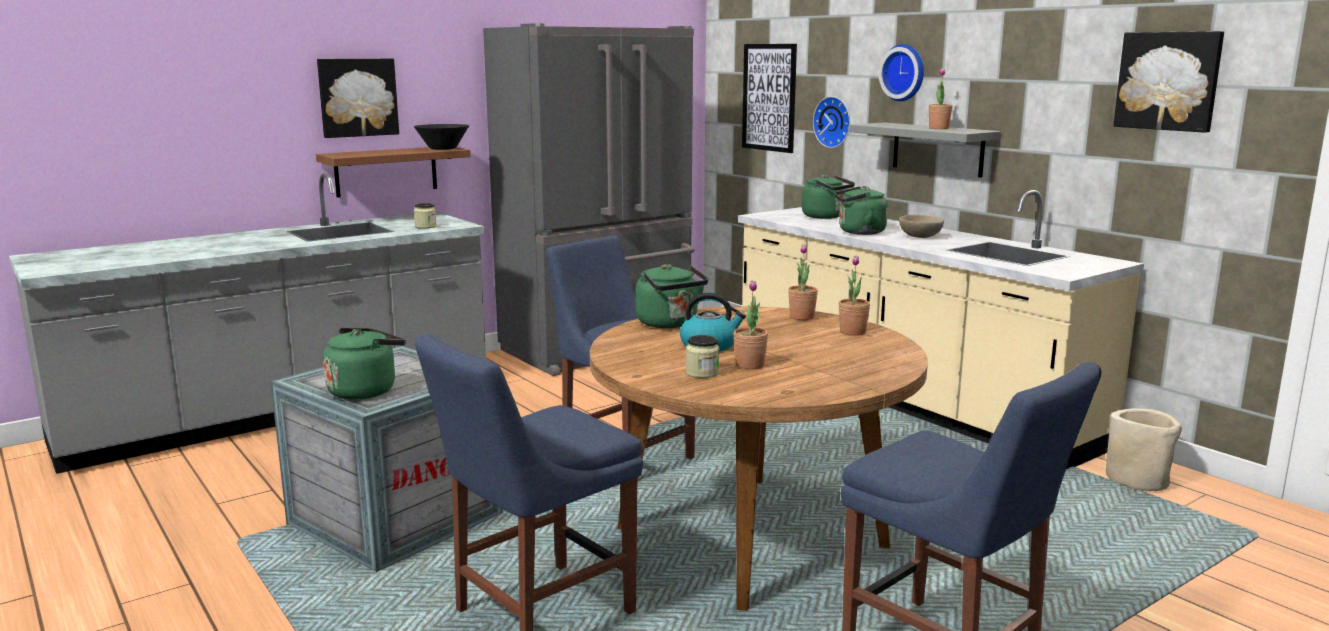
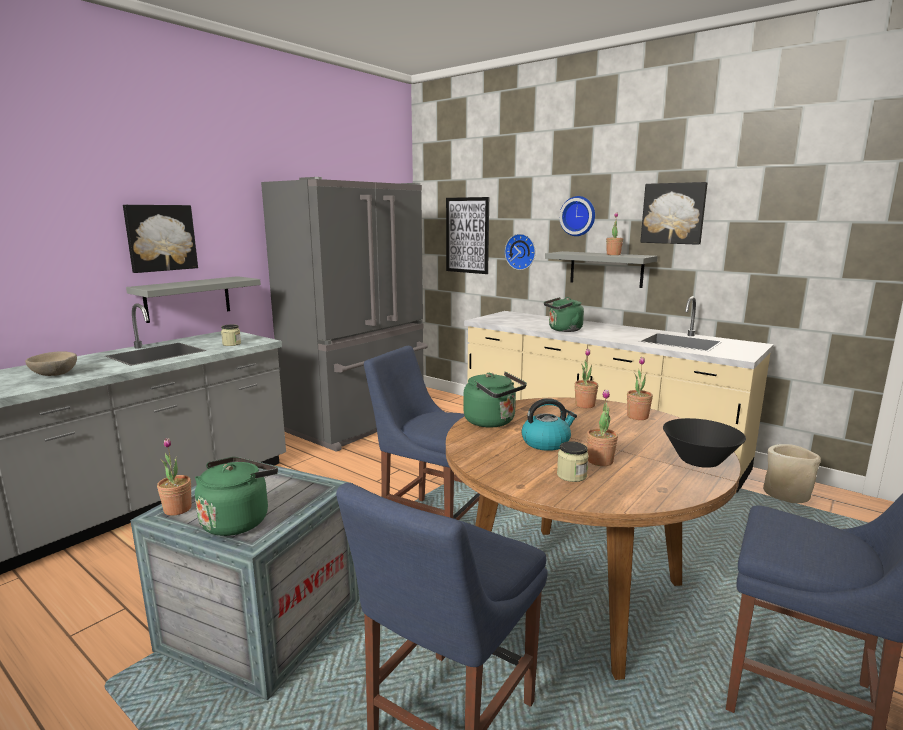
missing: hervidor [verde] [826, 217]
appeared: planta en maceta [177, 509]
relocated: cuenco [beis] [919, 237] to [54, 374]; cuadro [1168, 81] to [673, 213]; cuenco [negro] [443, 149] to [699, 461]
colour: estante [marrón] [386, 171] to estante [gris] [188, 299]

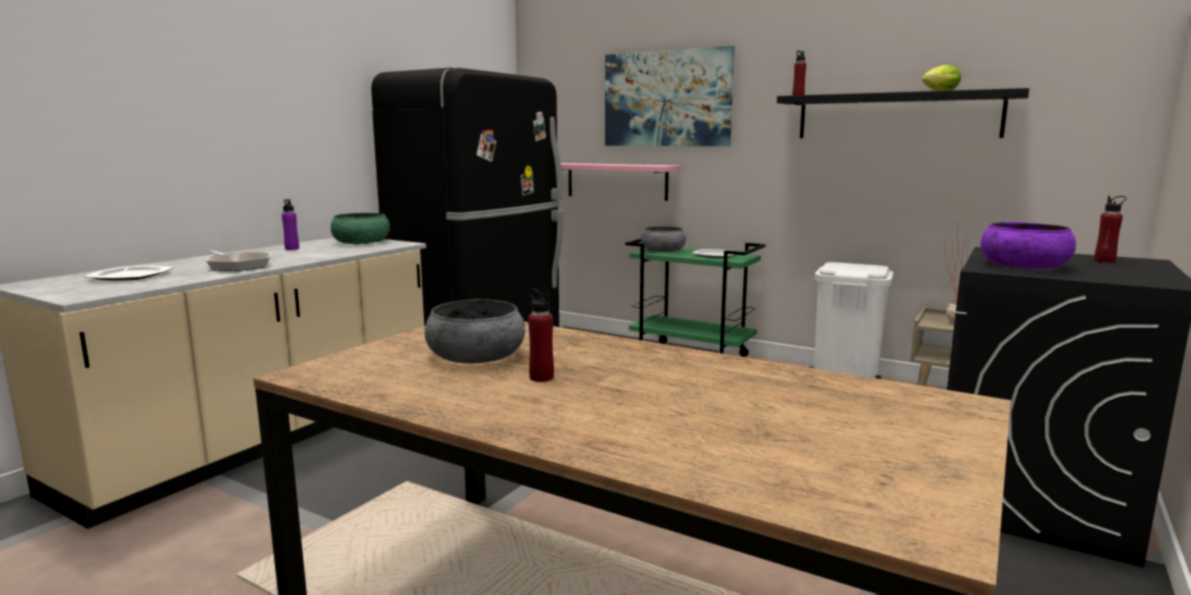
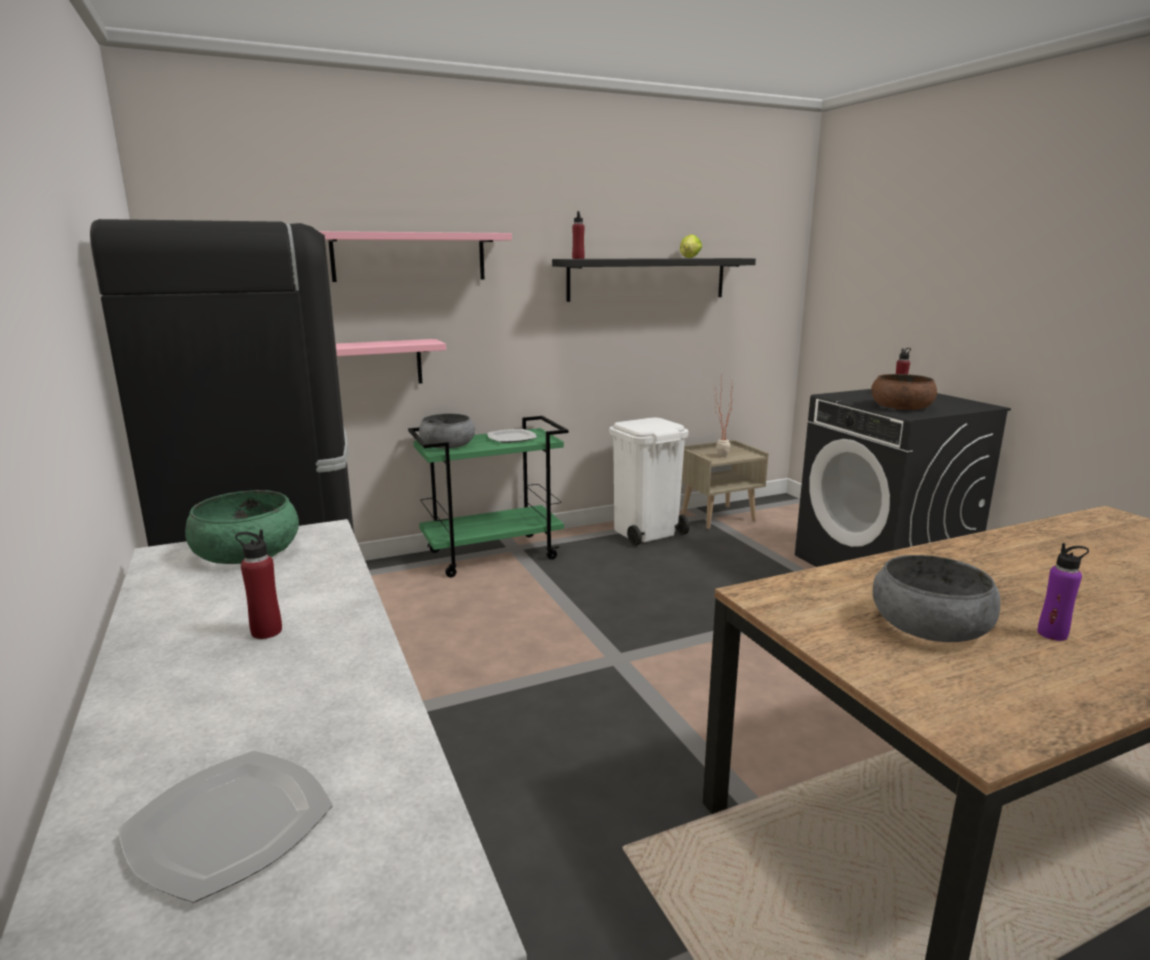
missing: sartén [238, 266]
relocated: botella [rojo] [541, 377] to [266, 631]; botella [morado] [292, 249] to [1052, 634]
exchanged: cuadro [667, 99] to estante [rosa] [409, 257]
colour: cuenco [morado] [1023, 265] to cuenco [marrón] [901, 406]

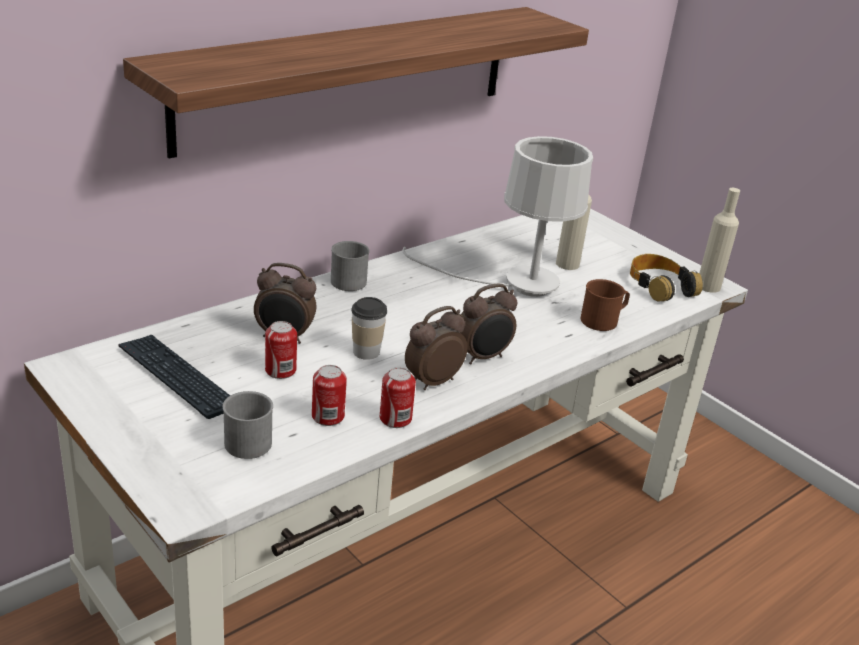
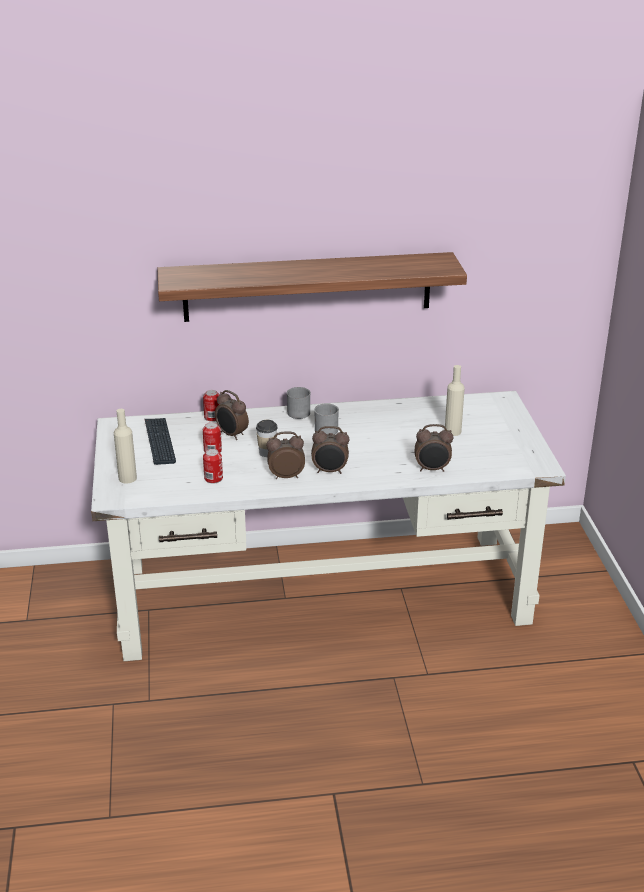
missing: lámpara de mesa [blanco] [514, 285]; auriculares [660, 286]
relocated: botella [beis] [708, 286] to [127, 478]; lata [395, 418] to [212, 417]; taza grande [gris] [245, 439] to [326, 428]
exchanged: taza grande [marrón] [603, 320] to despertador [432, 469]

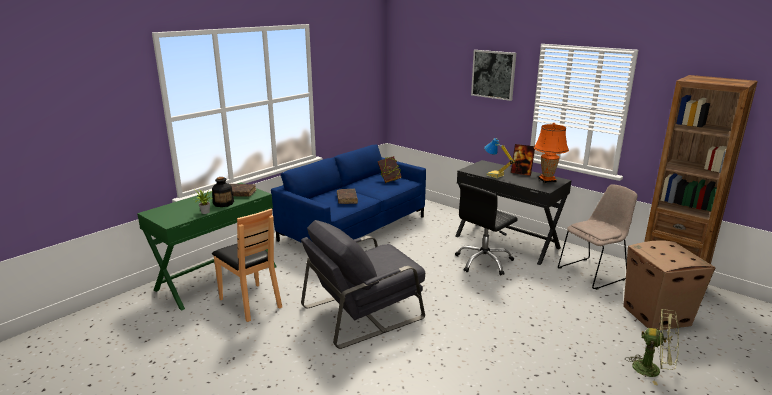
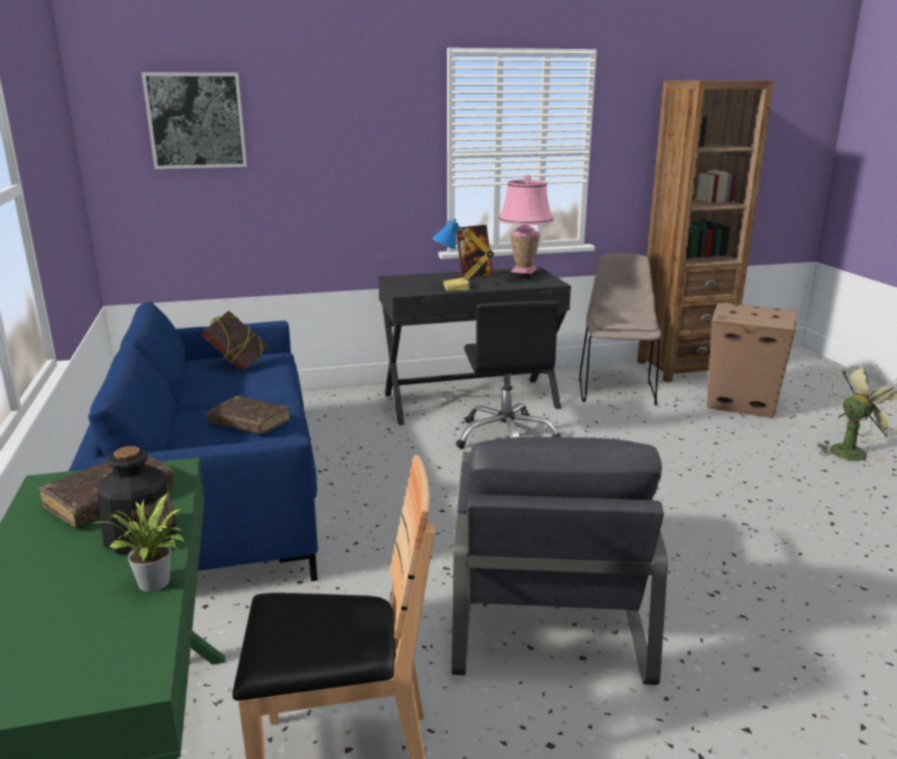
relocated: cuadro [493, 74] to [196, 120]
colour: lámpara de mesa [naranja] [547, 180] to lámpara de mesa [rosa] [524, 274]

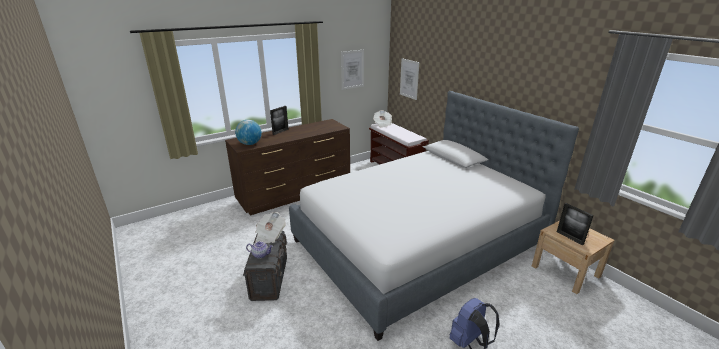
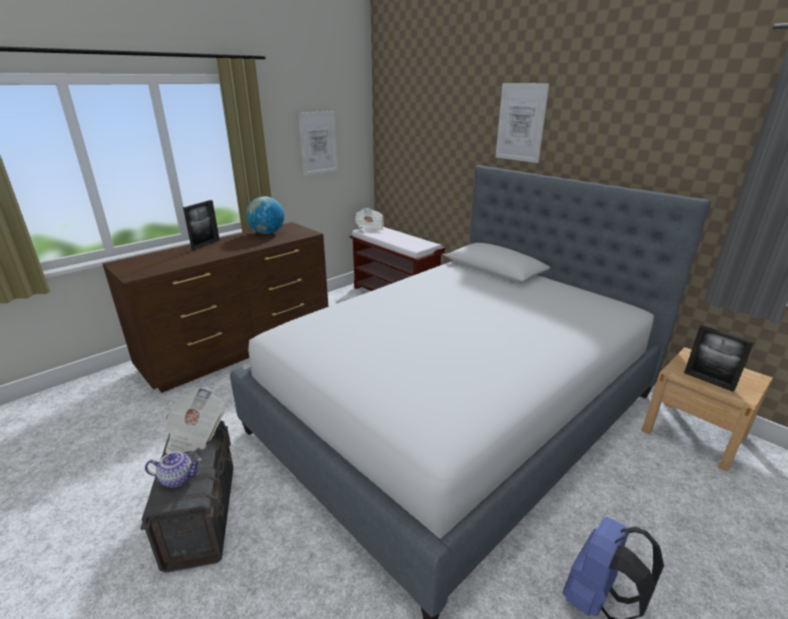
relocated: globo terráqueo [250, 144] to [267, 233]; cuadro [409, 79] to [521, 122]

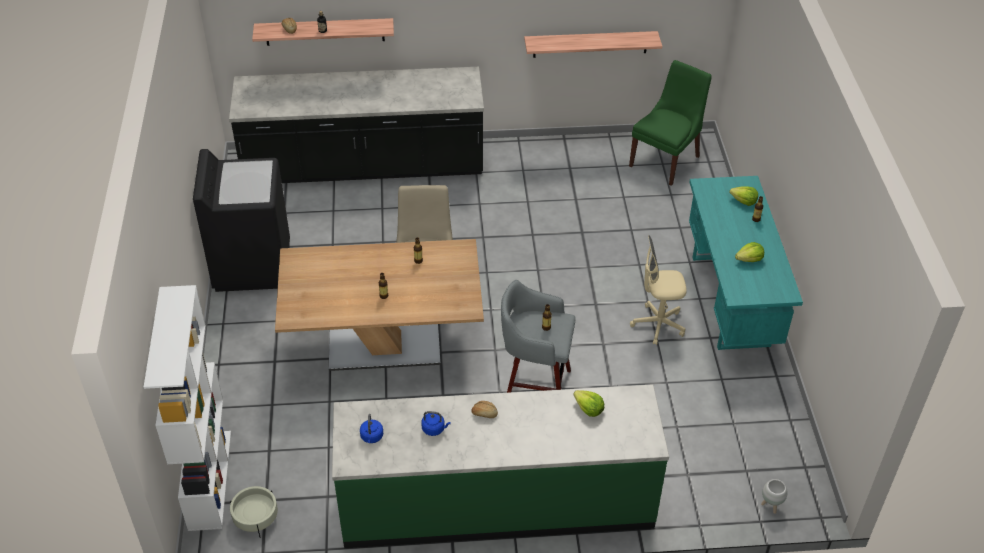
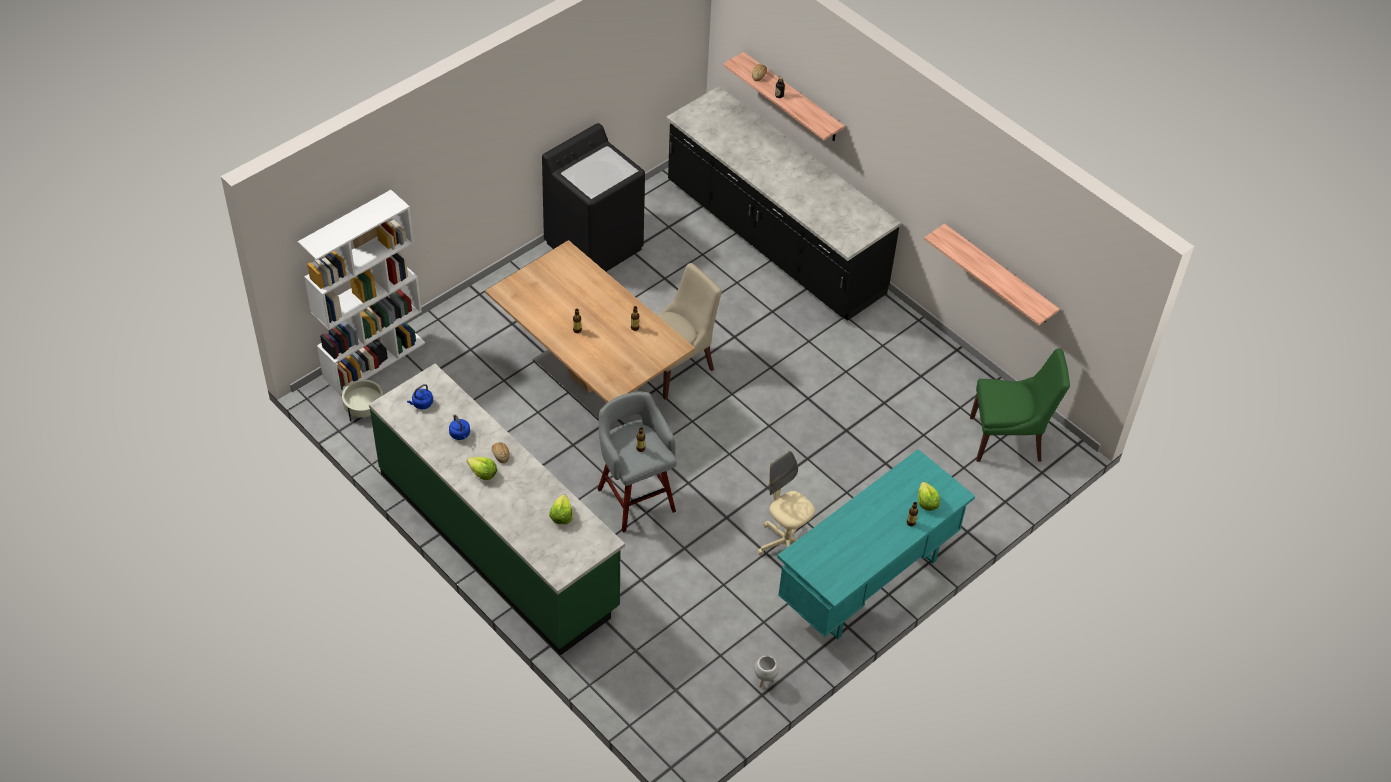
relocated: lechuga [749, 259] to [483, 473]; maceta [blanco] [770, 506] to [764, 680]

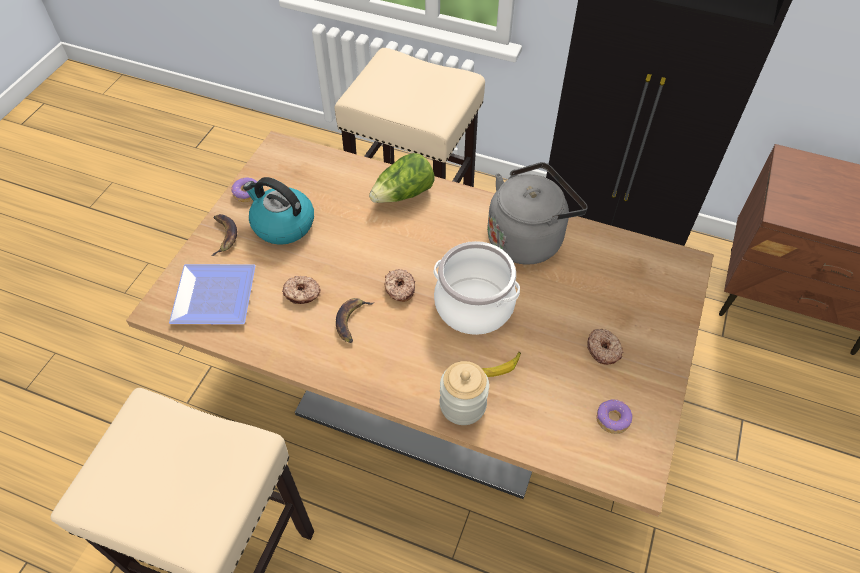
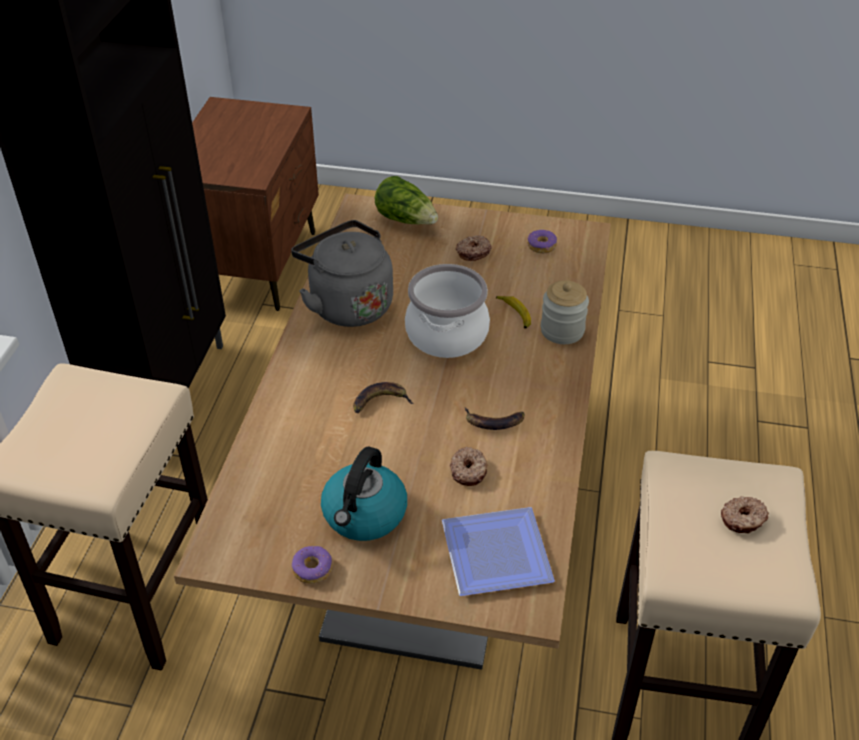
relocated: plátano [224, 235] to [380, 402]; lechuga [403, 194] to [406, 220]; rosquilla [399, 289] to [743, 520]

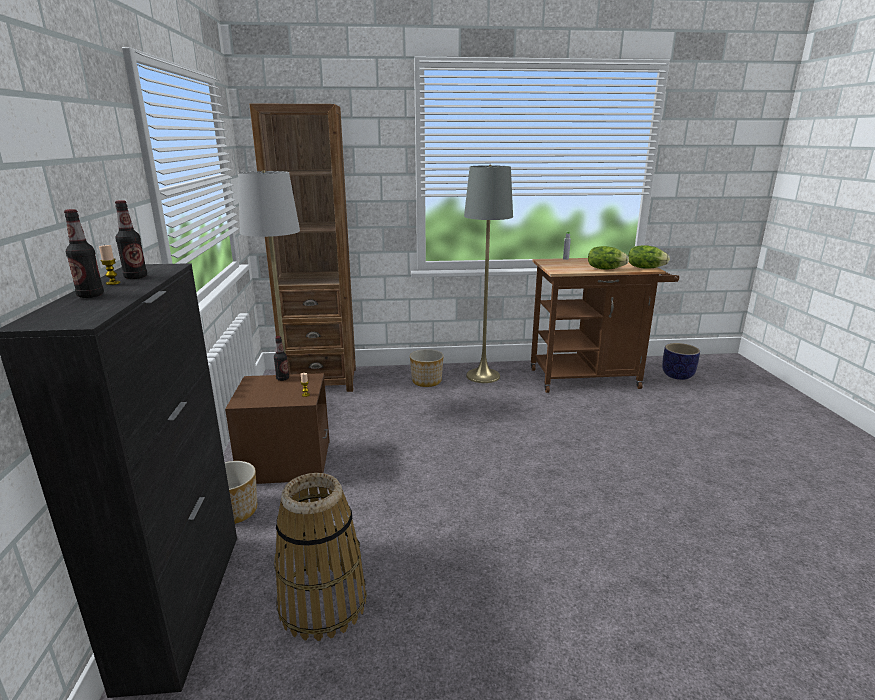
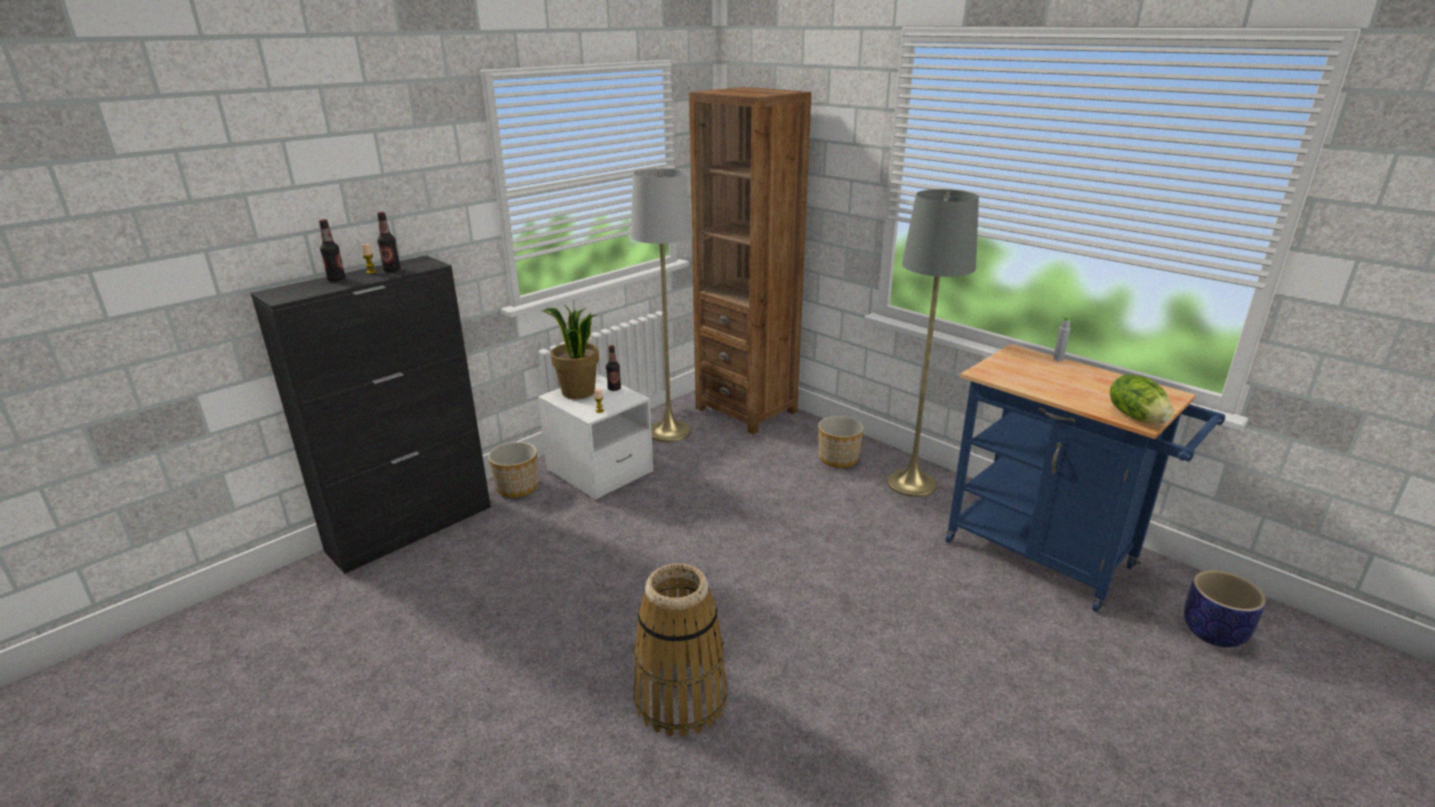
missing: lechuga [605, 269]
appeared: planta en maceta [578, 392]
relocated: cesta [323, 603] to [681, 698]
colour: mesita de noche [marrón] [286, 463] to mesita de noche [blanco] [599, 471]; carrito [marrón] [591, 378] to carrito [azul] [1050, 558]

